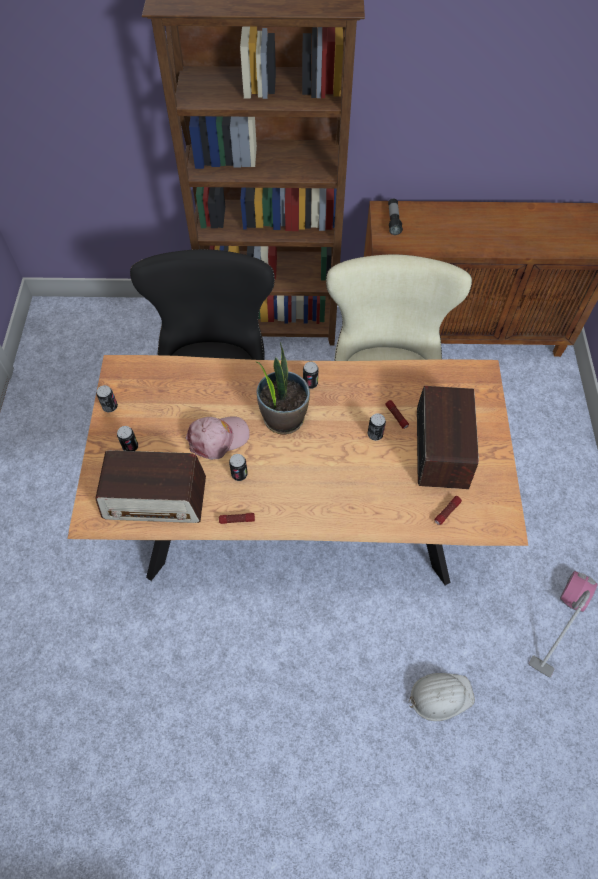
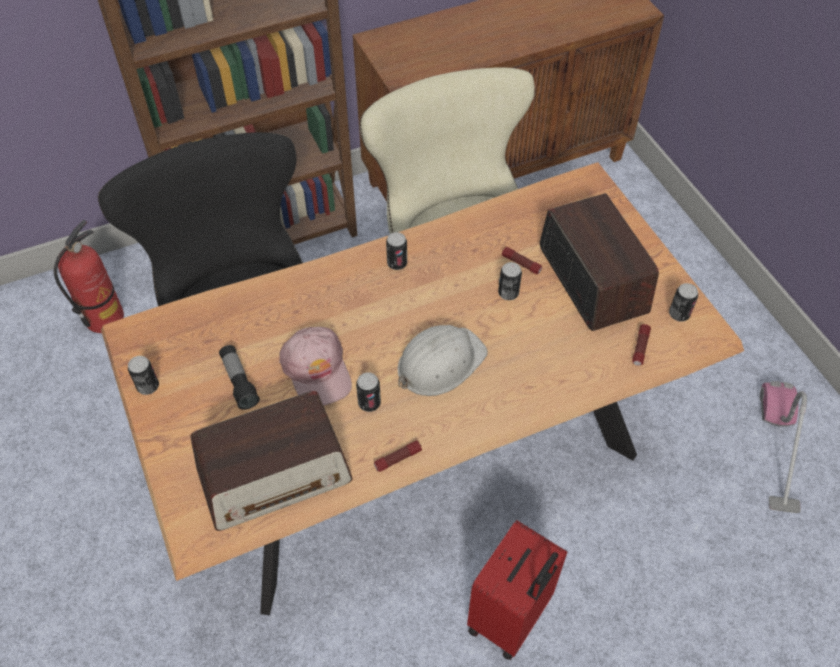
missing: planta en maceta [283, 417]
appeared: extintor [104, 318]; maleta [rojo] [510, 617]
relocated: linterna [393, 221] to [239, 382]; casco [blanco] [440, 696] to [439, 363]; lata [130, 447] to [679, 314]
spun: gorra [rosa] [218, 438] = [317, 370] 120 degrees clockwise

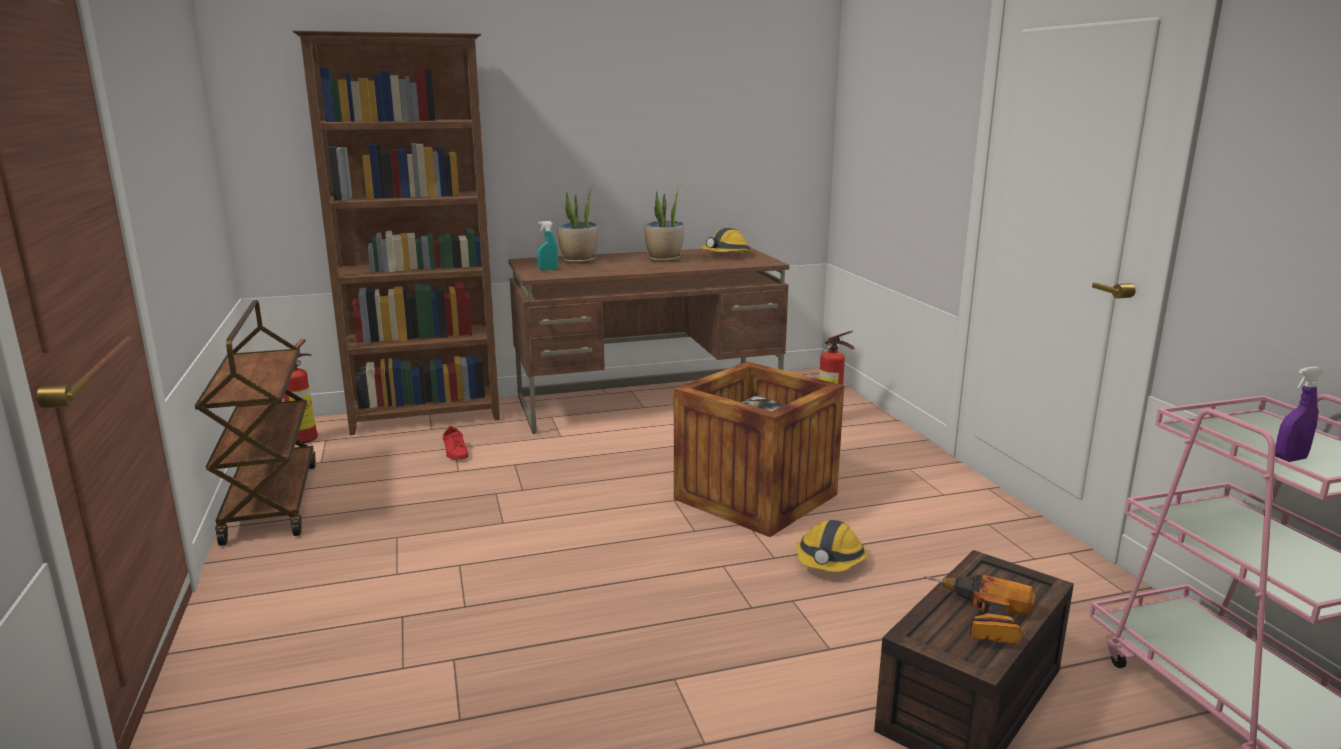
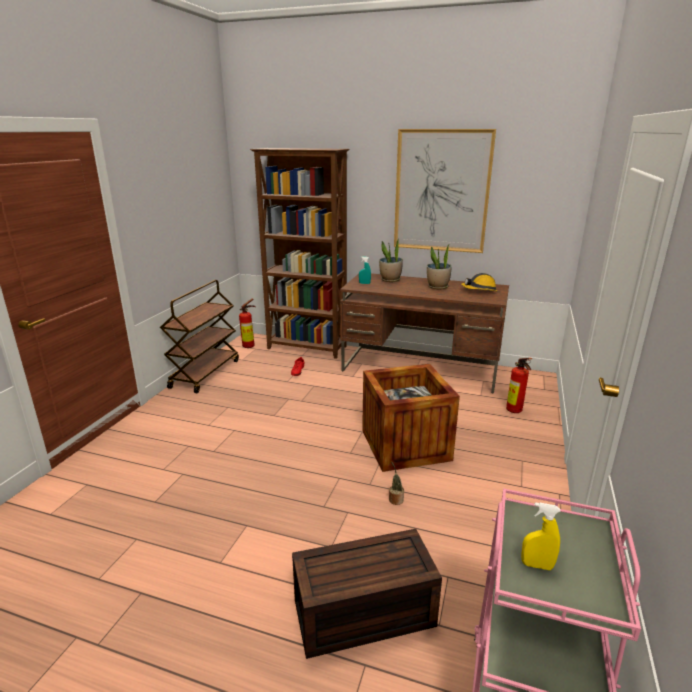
missing: taladro [980, 619]
appeared: cuadro [441, 191]
exchanged: casco [830, 561] to planta en maceta [395, 499]
colour: pulverizador [morado] [1290, 459] to pulverizador [amarillo] [537, 565]

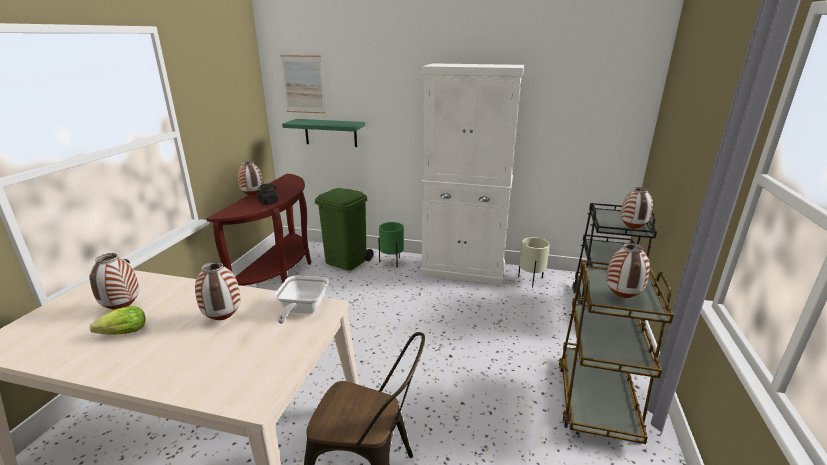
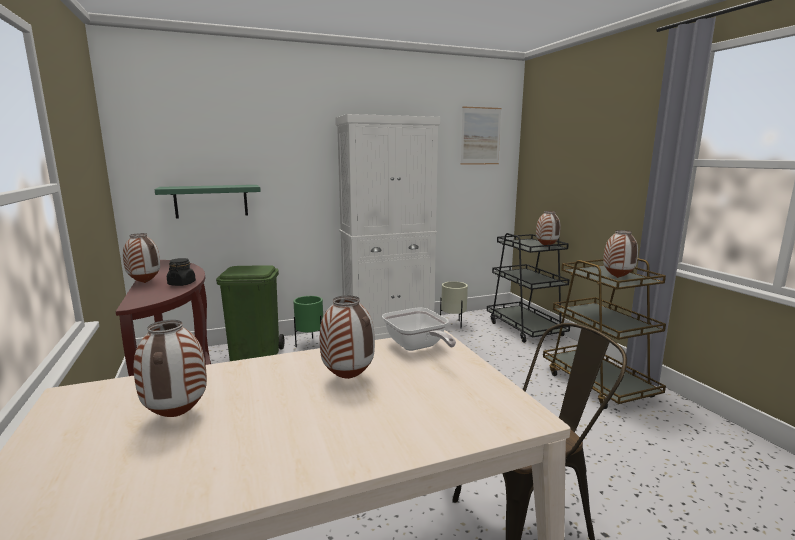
missing: lechuga [121, 334]
relocated: cuadro [303, 84] to [480, 136]

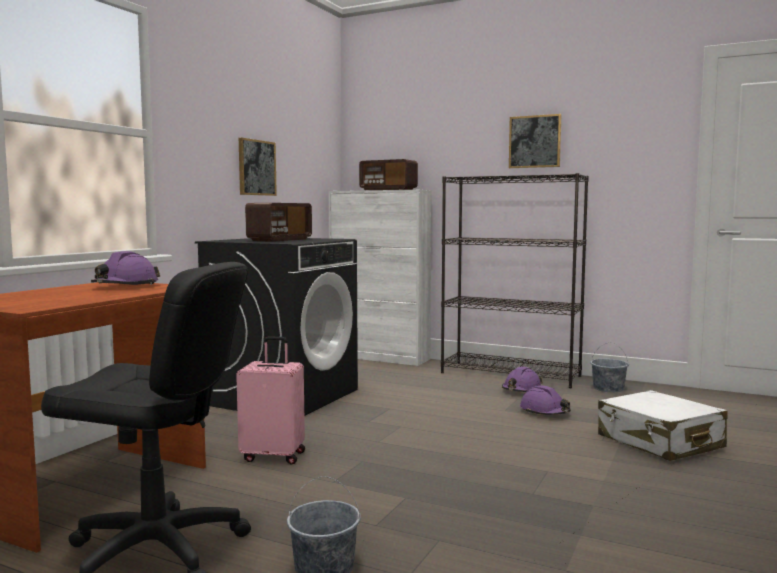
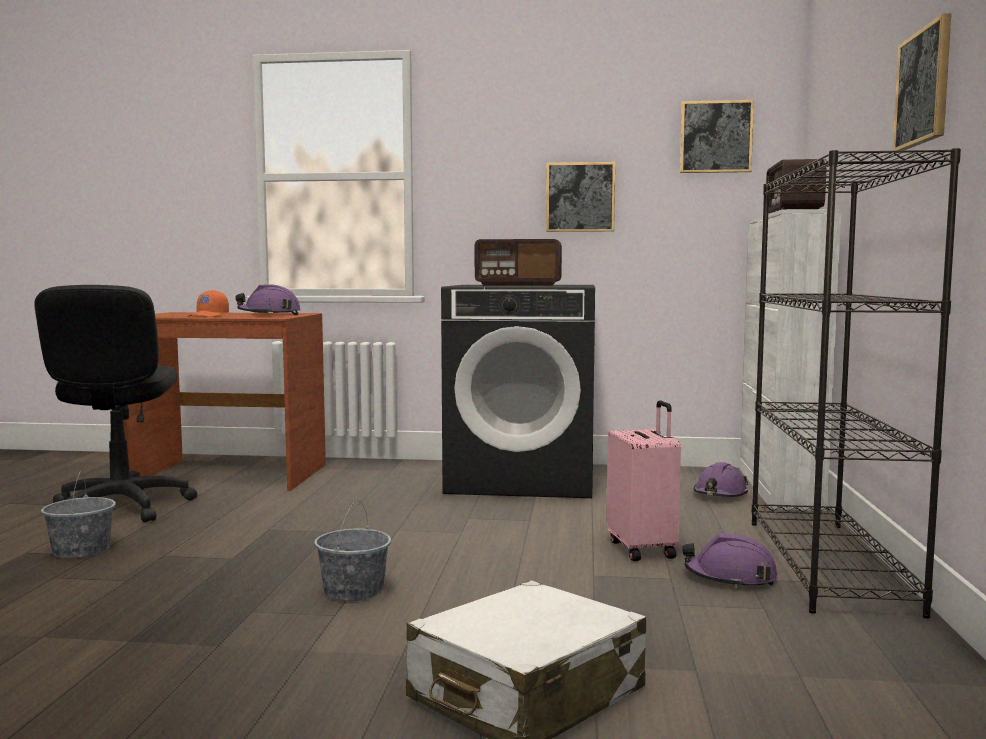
appeared: gorra [naranja] [209, 316]; cuadro [716, 137]
relocated: cubo [gris] [608, 388] to [354, 590]; maleta [rosa] [274, 456] to [643, 549]; casco [morado] [544, 412] to [720, 494]

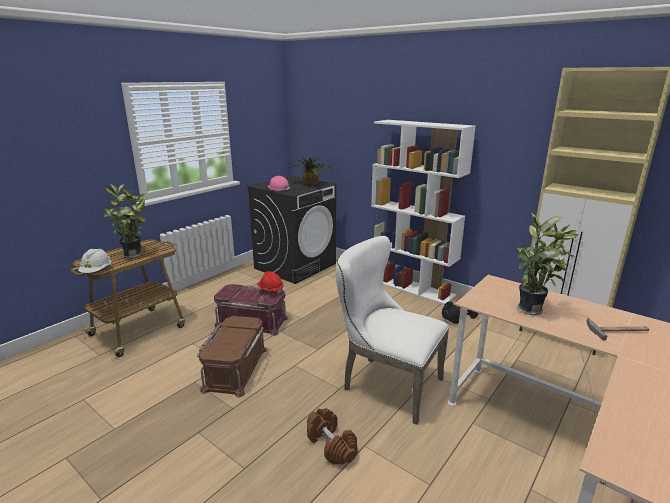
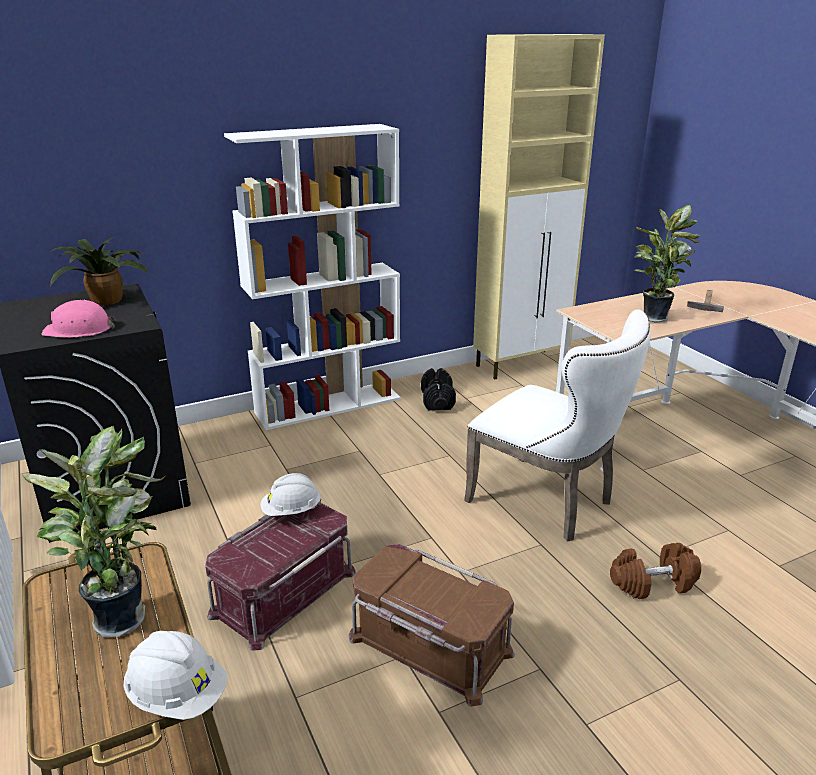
colour: casco [rojo] [270, 290] to casco [blanco] [291, 511]
spun: silla [blanco] [386, 384] = [549, 502] 105 degrees counterclockwise

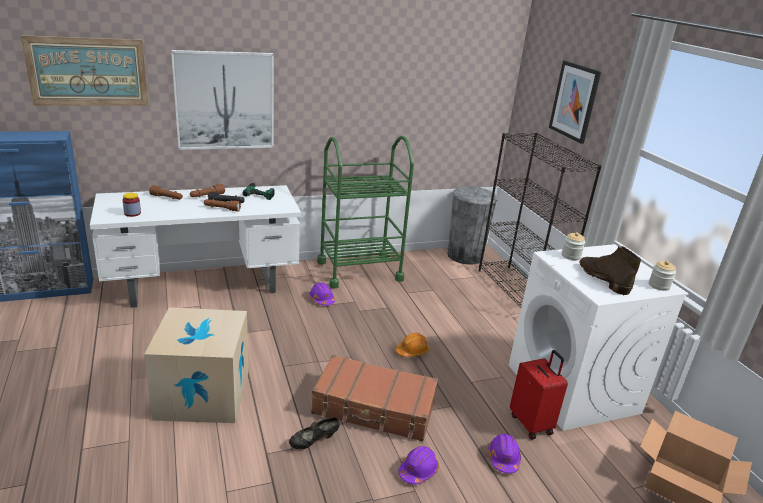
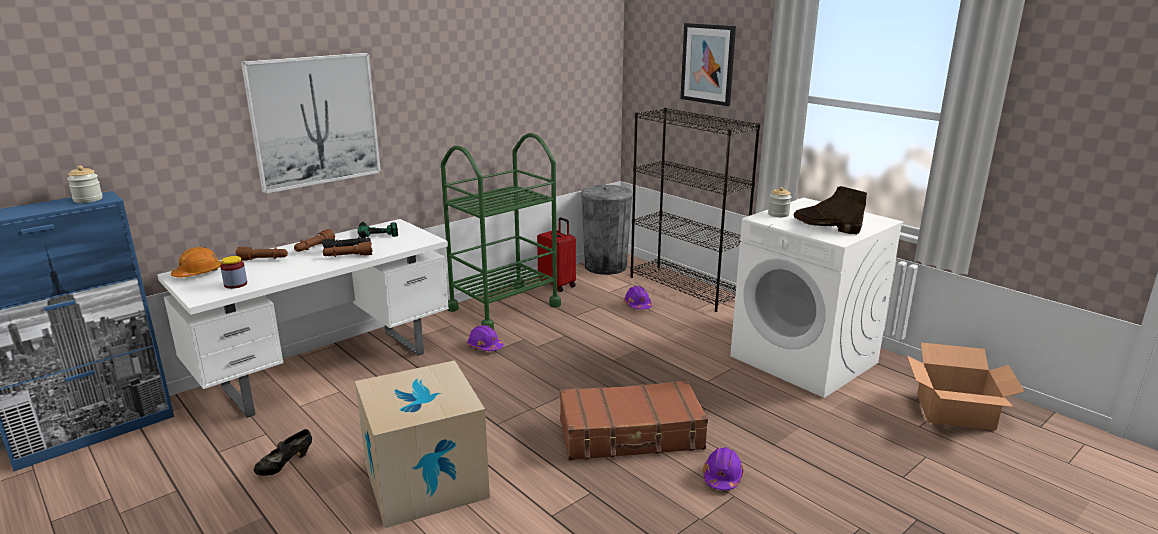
missing: cuadro [88, 72]
relocated: tarro [659, 285] to [88, 199]; casco [naranja] [412, 351] to [198, 273]; zapato [negro] [313, 442] to [285, 465]; maleta [rojo] [531, 424] to [558, 285]; casco [morado] [503, 458] to [637, 305]

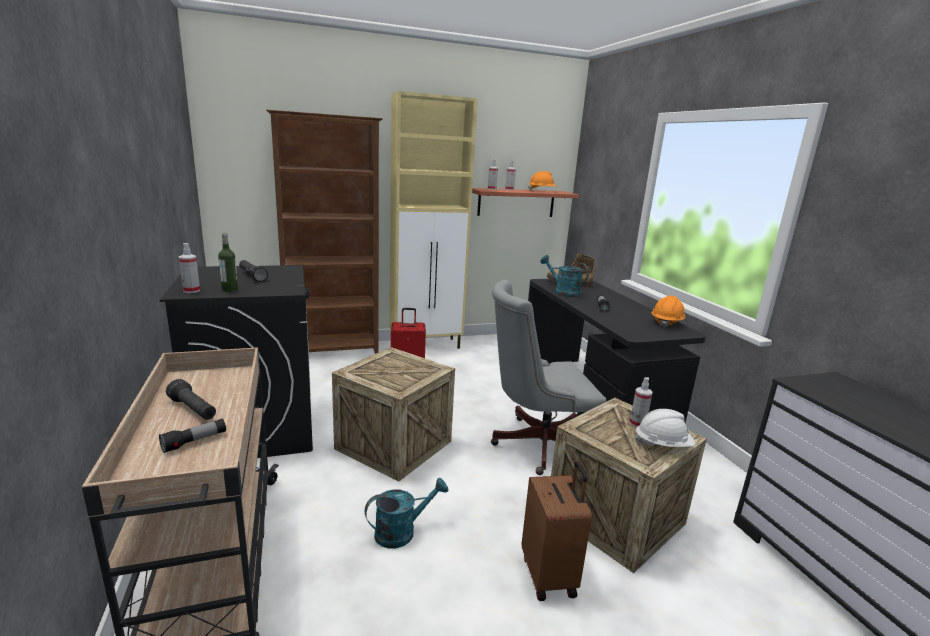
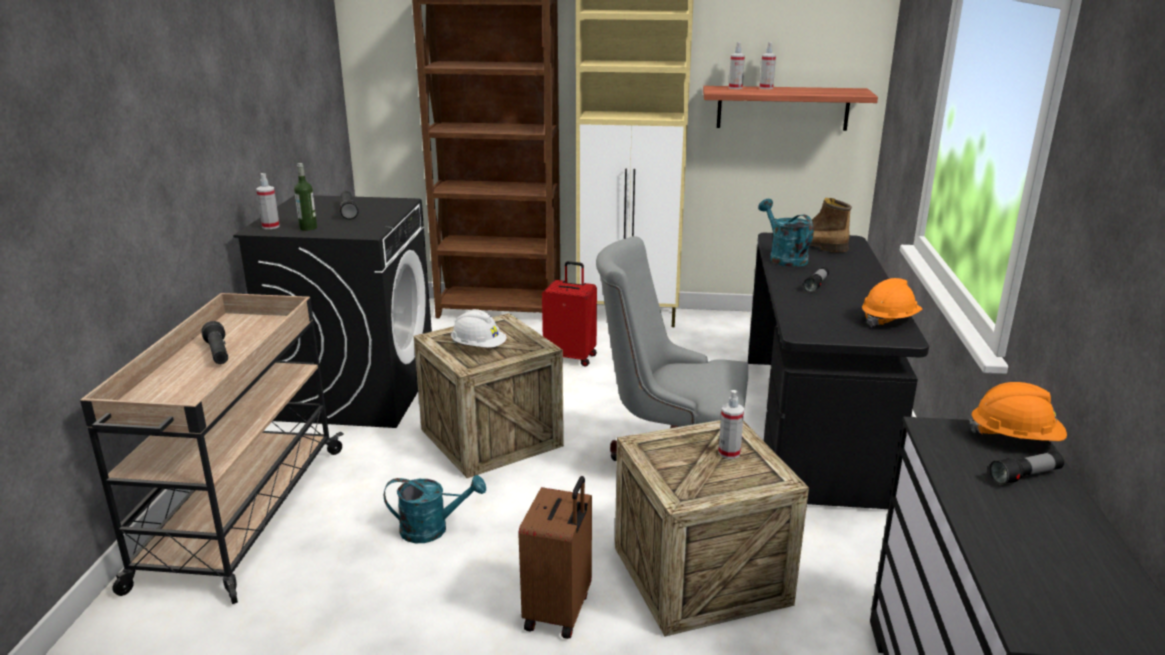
relocated: casco [blanco] [662, 445] to [478, 347]; casco [naranja] [542, 191] to [1015, 438]; linterna [195, 442] to [1025, 476]

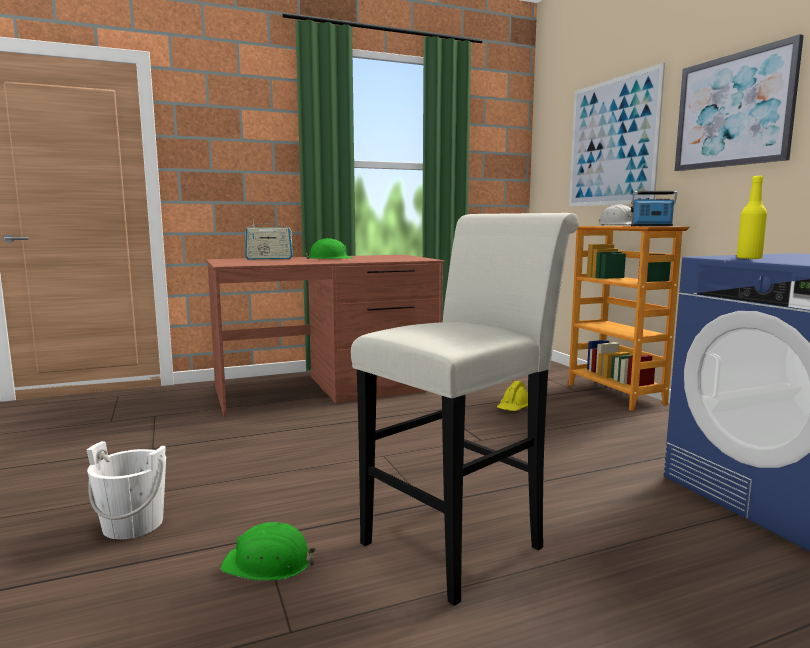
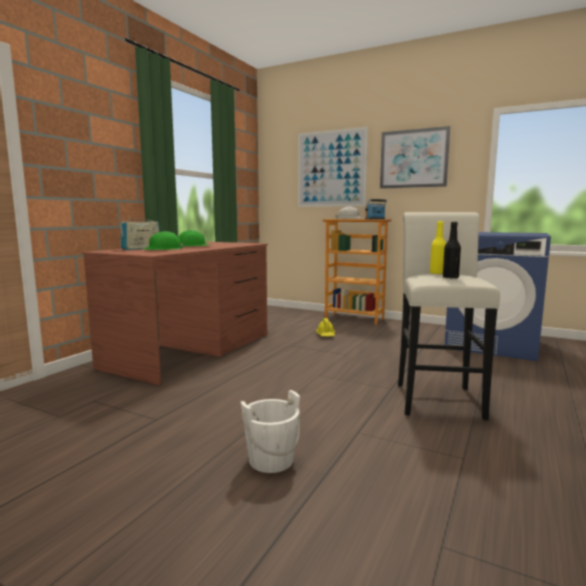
appeared: botella [negro] [450, 277]
relocated: casco [verde] [268, 563] to [164, 249]; botella [amarillo] [749, 258] to [437, 273]

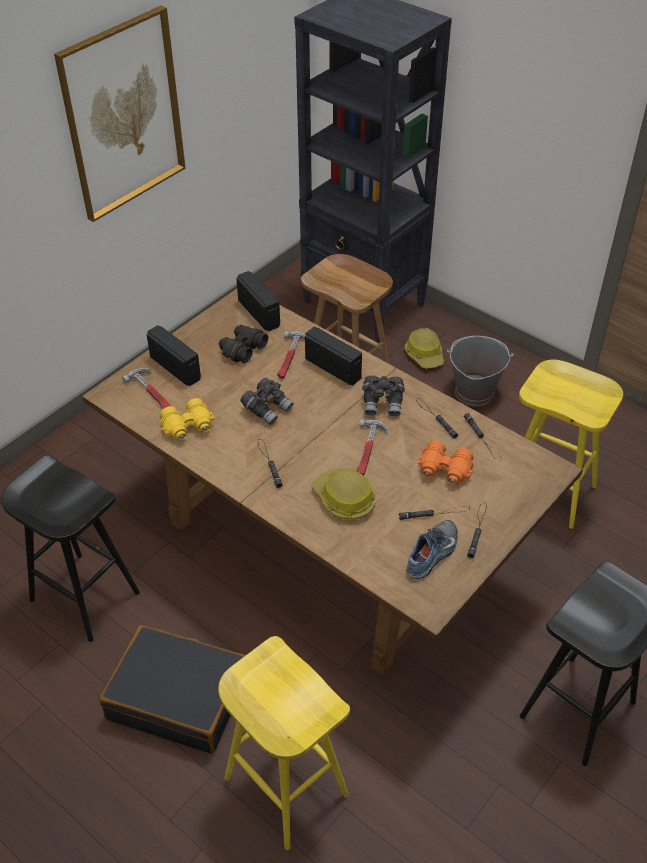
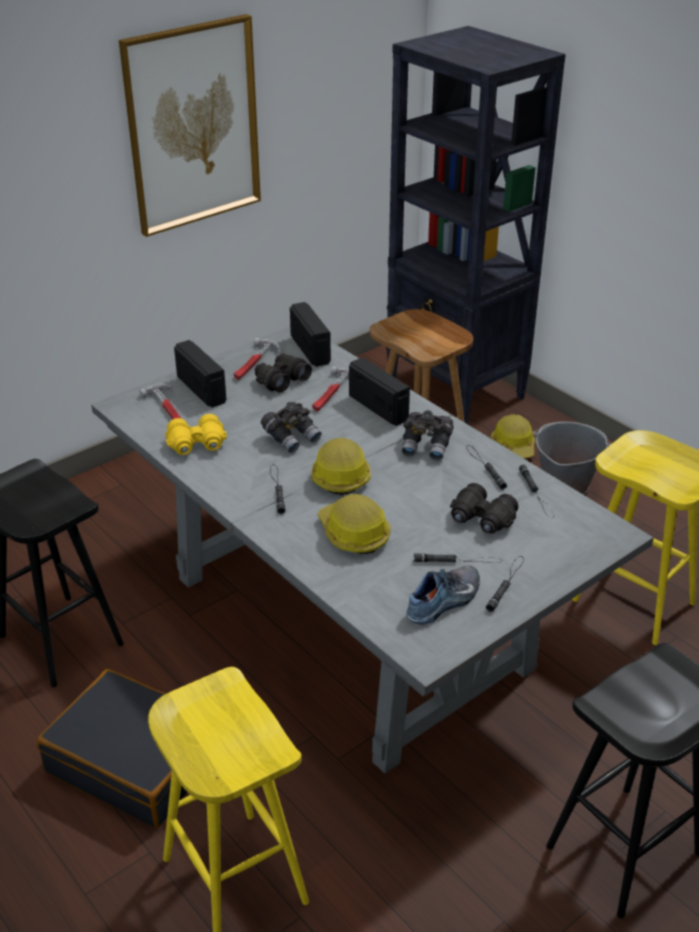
appeared: casco [340, 475]
relocated: martillo [368, 450] to [254, 363]
colour: mesa de comedor [marrón] [322, 542] to mesa de comedor [gris] [347, 621]; prismáticos [naranja] [444, 471] to prismáticos [negro] [481, 520]

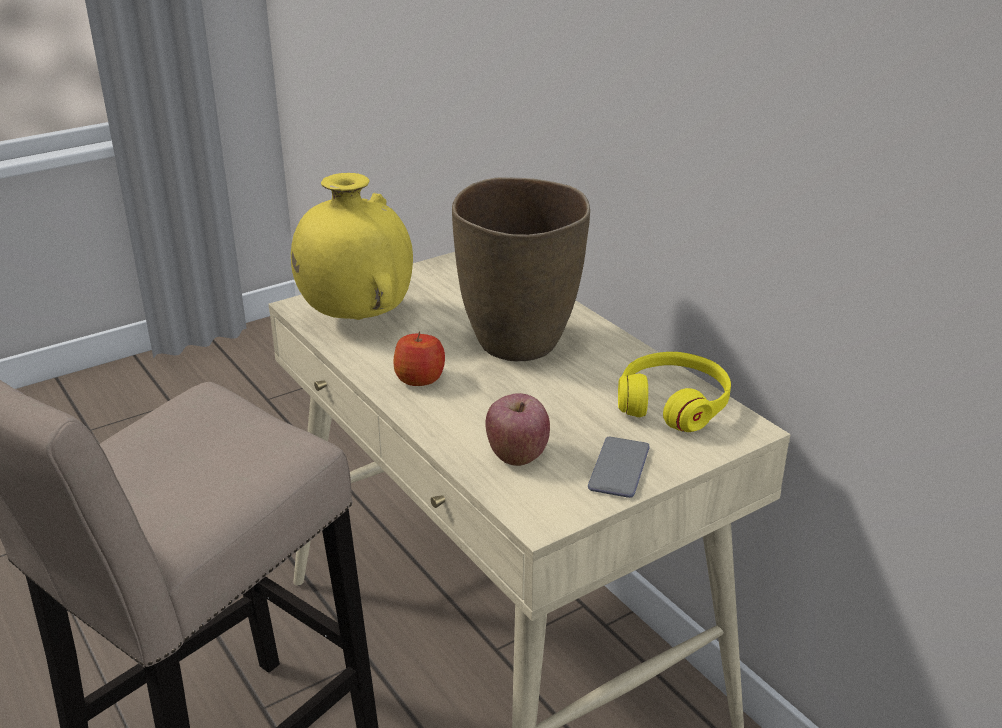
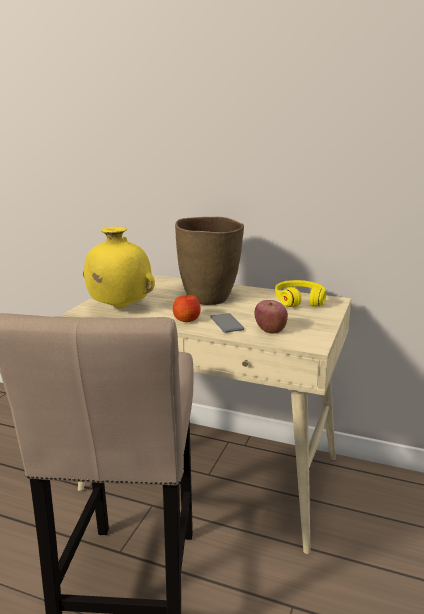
relocated: móvil [619, 468] to [226, 324]

